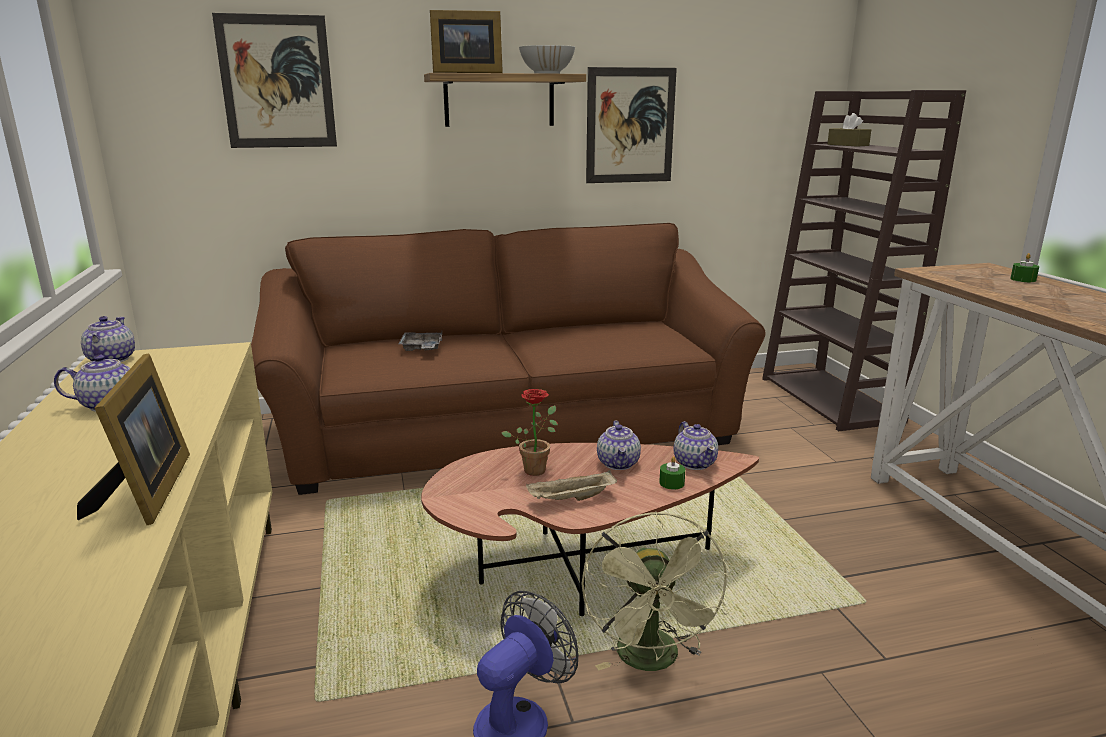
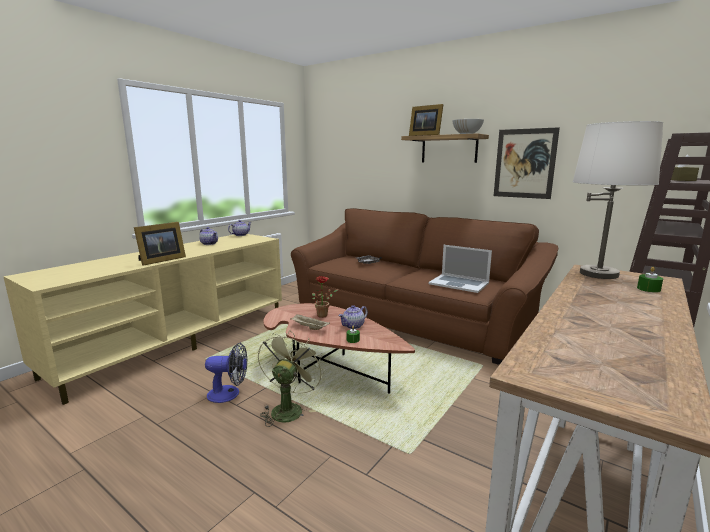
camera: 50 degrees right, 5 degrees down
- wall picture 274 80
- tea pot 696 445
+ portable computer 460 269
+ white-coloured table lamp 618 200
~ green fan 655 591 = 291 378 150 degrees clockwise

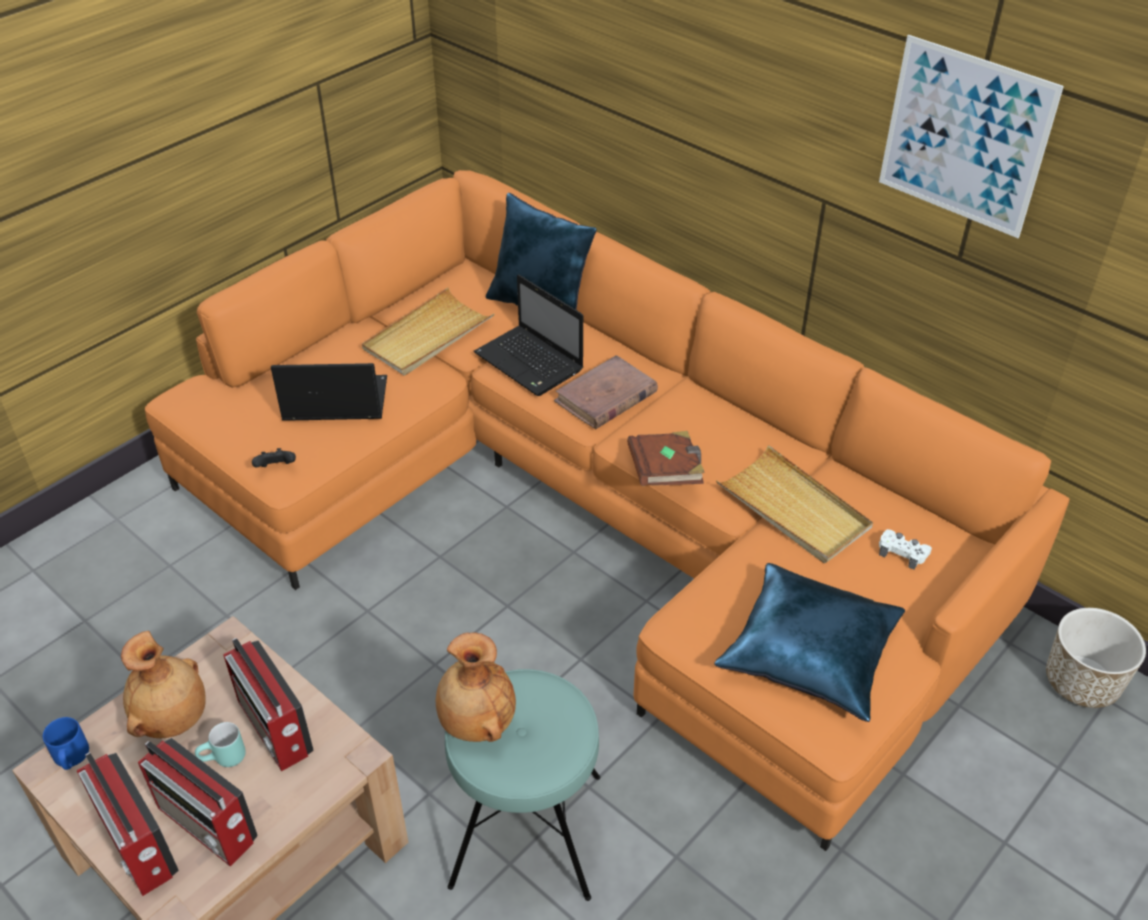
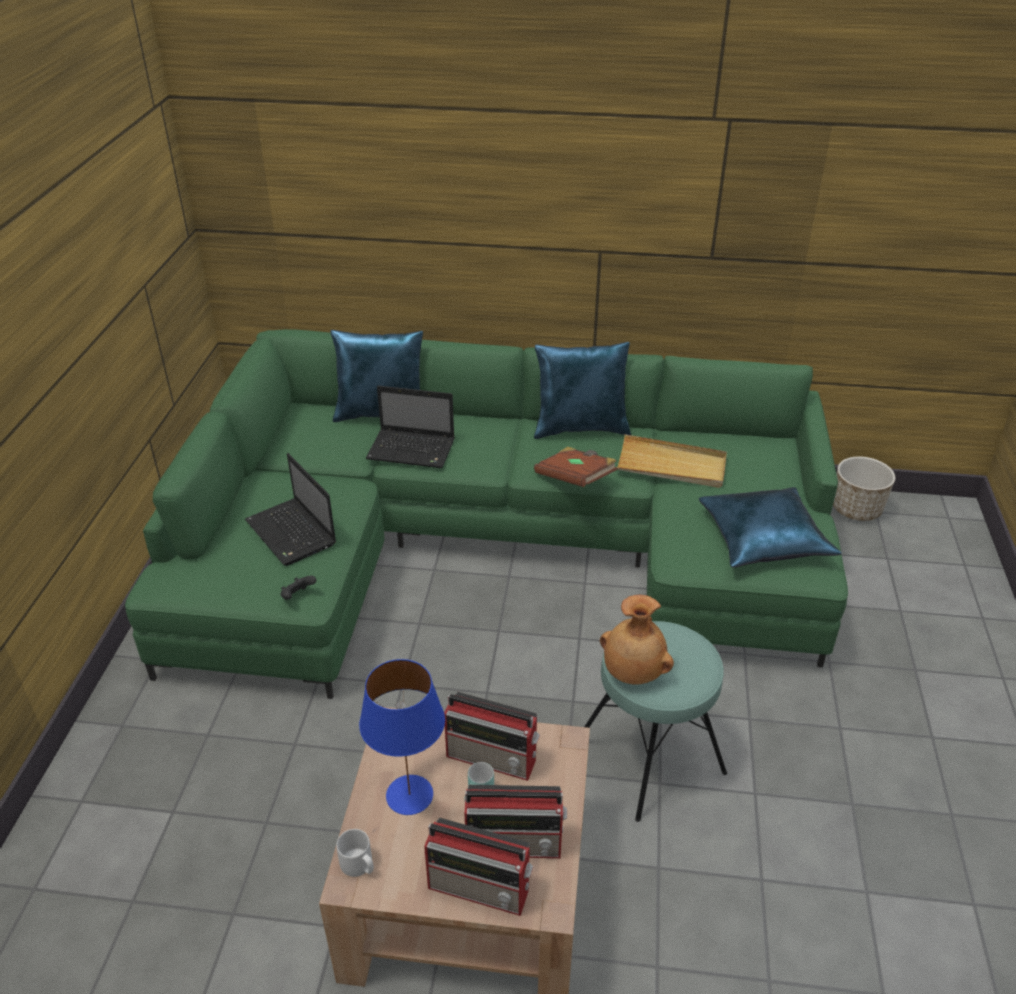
camera: 35 degrees left, 5 degrees down
- sand-coloured carrying tray 428 331
- brown book 606 392
- wall picture 971 136
- white-coloured joypad 905 549
+ bluish cushion 582 390
~ brown decorative vase 163 684 to bluish table lamp 402 737
~ bluish coffee mug 66 743 to greyish coffee mug 355 853
~ orangey sofa 607 510 to green sofa 486 514
~ portable computer 329 392 = 290 509 90 degrees counterclockwise

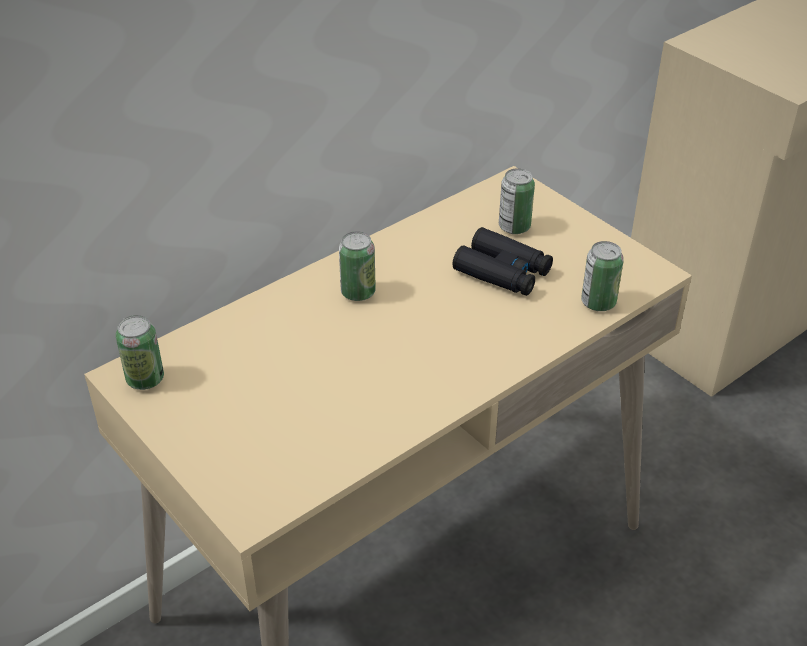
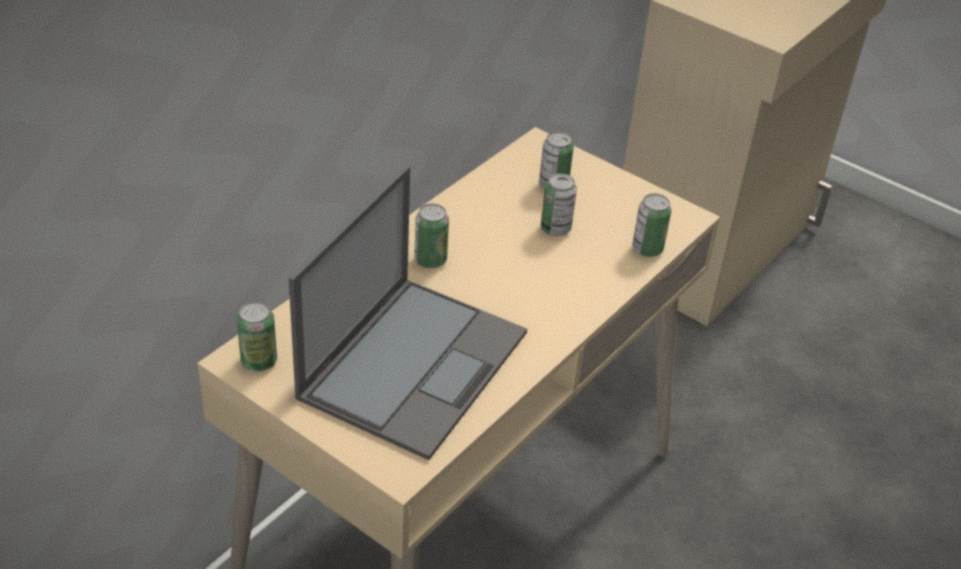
camera: 15 degrees left, 0 degrees up
+ portable computer 408 312
~ black field glasses 502 261 to metal can 559 204

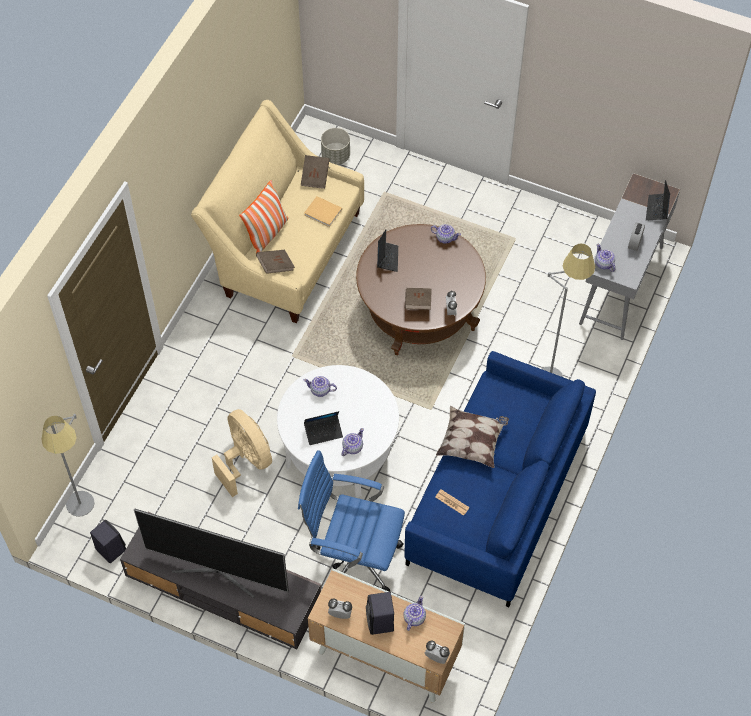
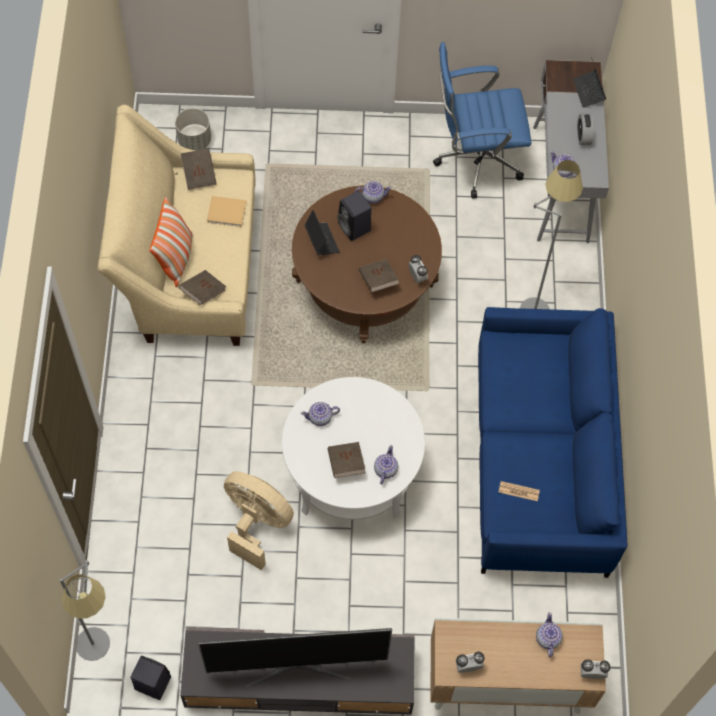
camera: 25 degrees left, 5 degrees up
- cushion 472 437
~ bluish computer chair 351 521 to 482 120
~ black speaker 380 613 to 354 216
~ portable computer 323 428 to brown book 347 460

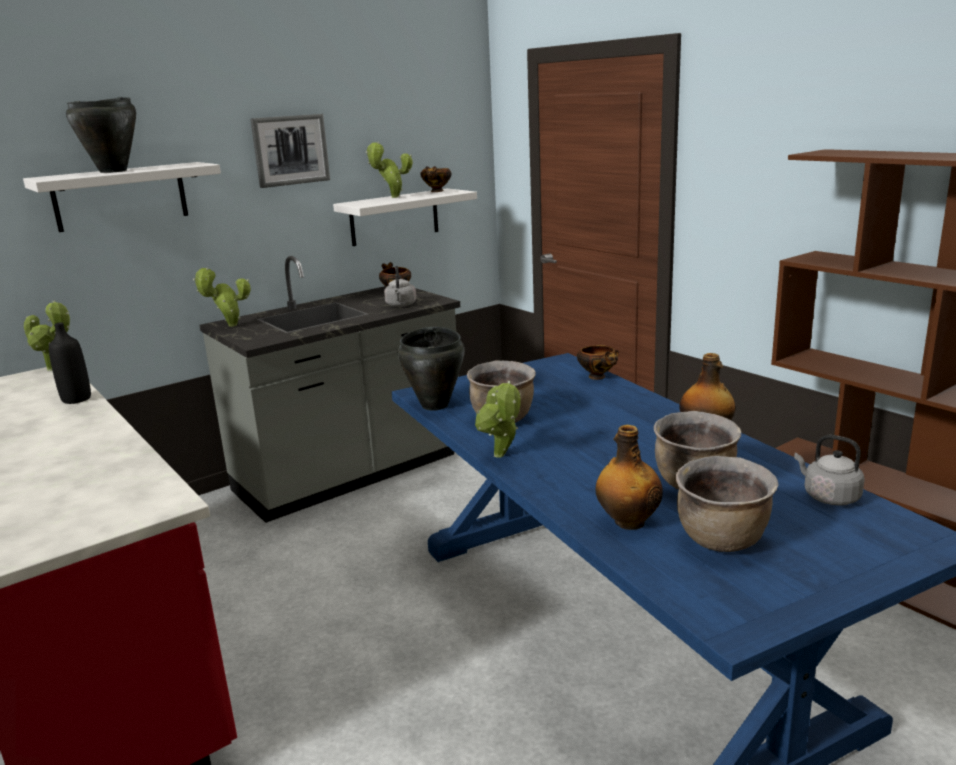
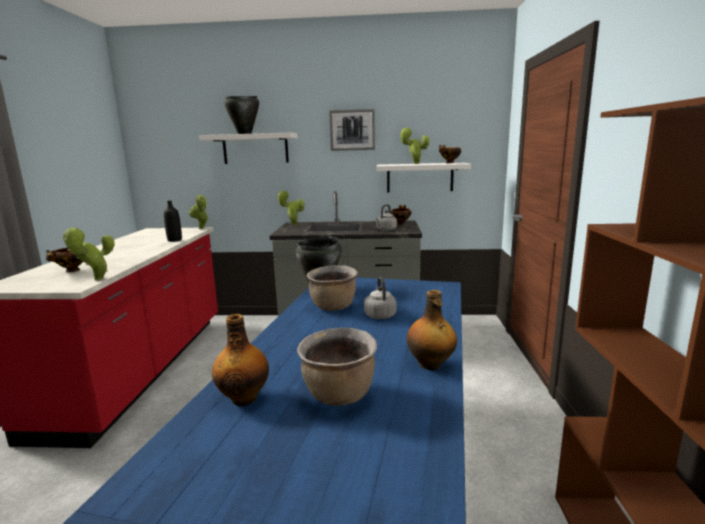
camera: 40 degrees right, 5 degrees down
- brown cooking pot 727 504
~ houseplant 498 419 to 89 253
~ deep dish 598 362 to 64 260
~ greyish kettle 829 470 to 380 298

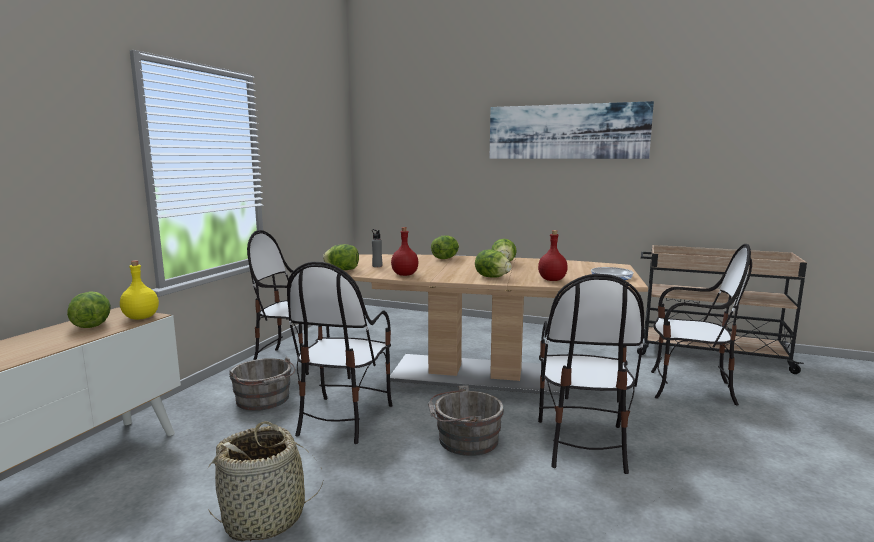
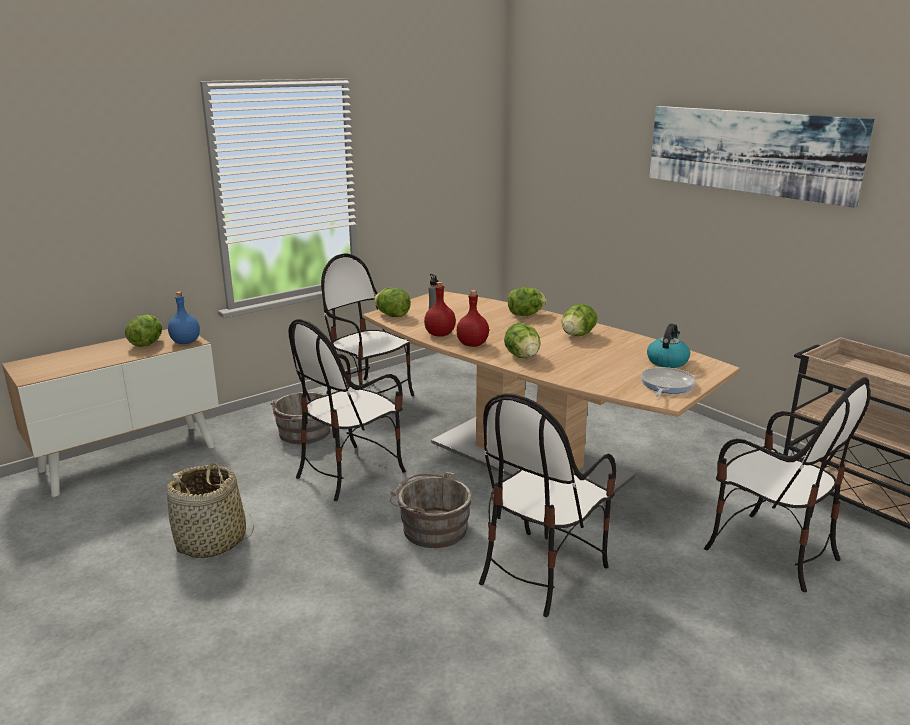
camera: 30 degrees right, 10 degrees up
+ kettle 668 345
~ red-coloured beverage bottle 553 255 to 473 318
~ yellow beverage bottle 139 290 to bluish beverage bottle 184 317

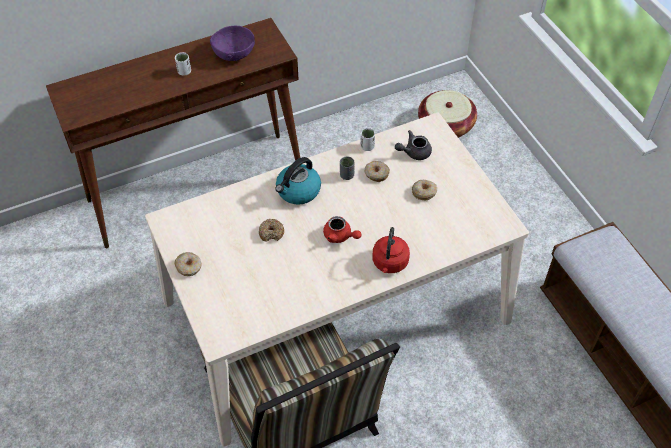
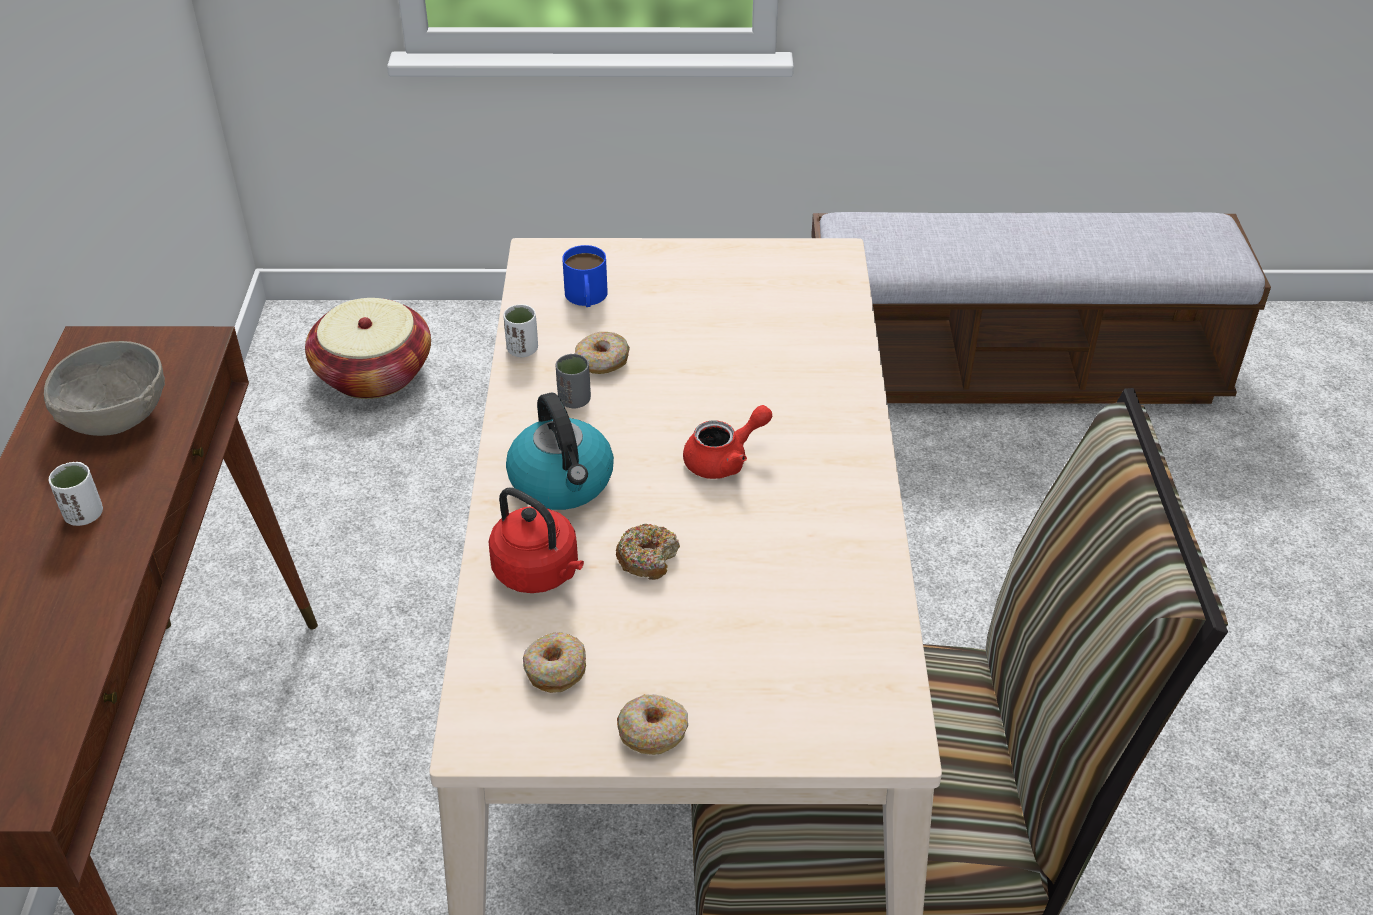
camera: 65 degrees left, 10 degrees down
~ red-coloured kettle 391 250 to 536 540
~ doughnut 424 190 to 554 662
~ greyish tea pot 413 145 to bluish coffee mug 585 276
~ purple-coloured deep dish 232 43 to greyish deep dish 104 388

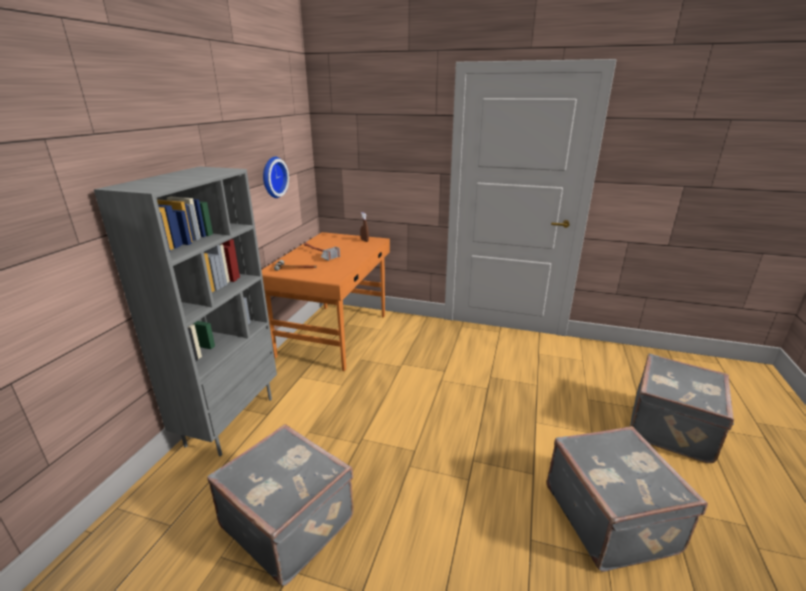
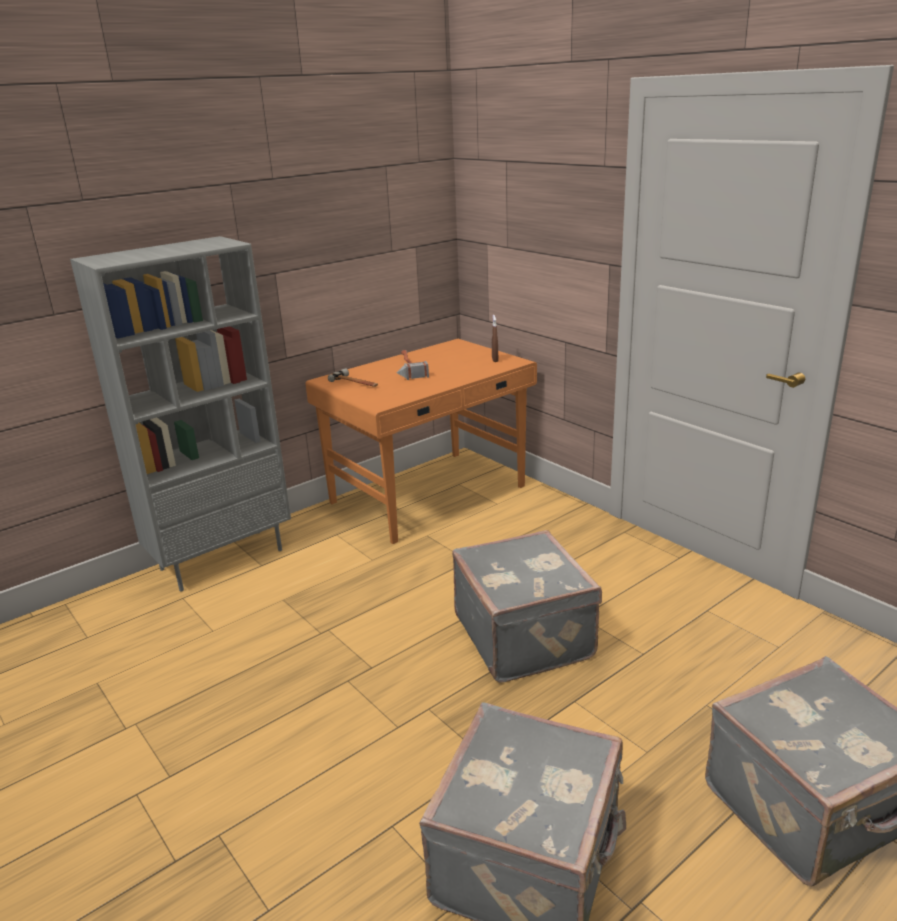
camera: 35 degrees right, 0 degrees up
- clock on the wall 276 177
~ greyish suitcase 280 505 to 527 606

